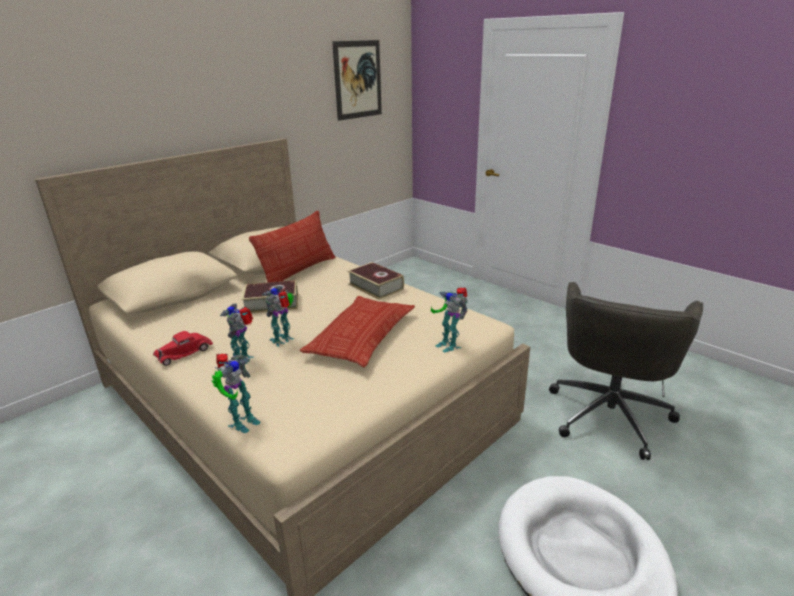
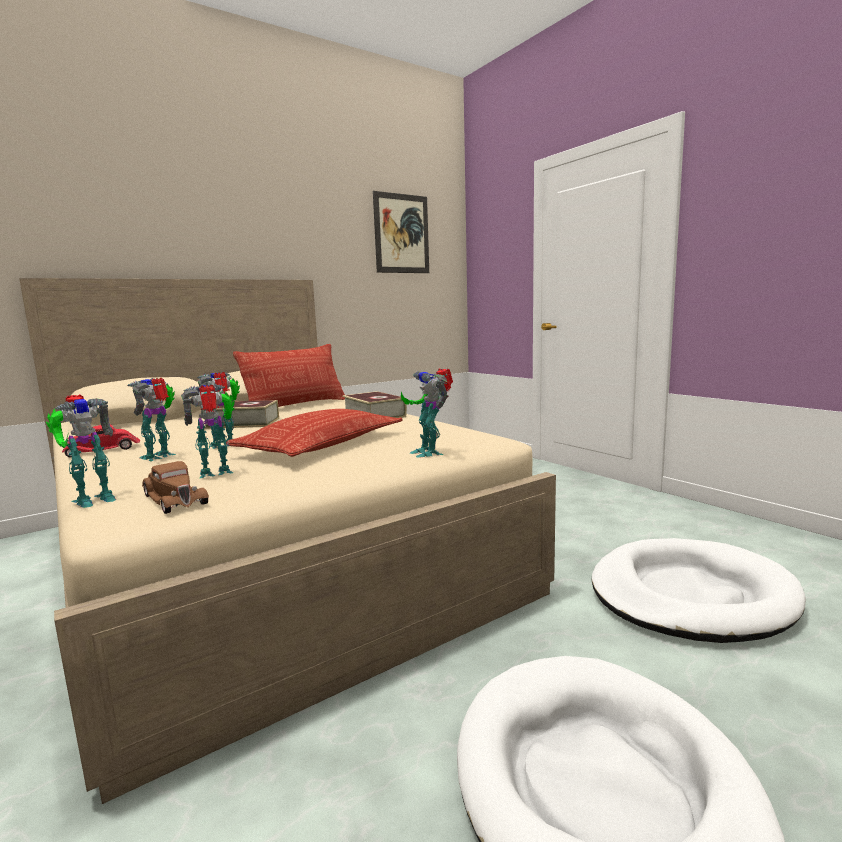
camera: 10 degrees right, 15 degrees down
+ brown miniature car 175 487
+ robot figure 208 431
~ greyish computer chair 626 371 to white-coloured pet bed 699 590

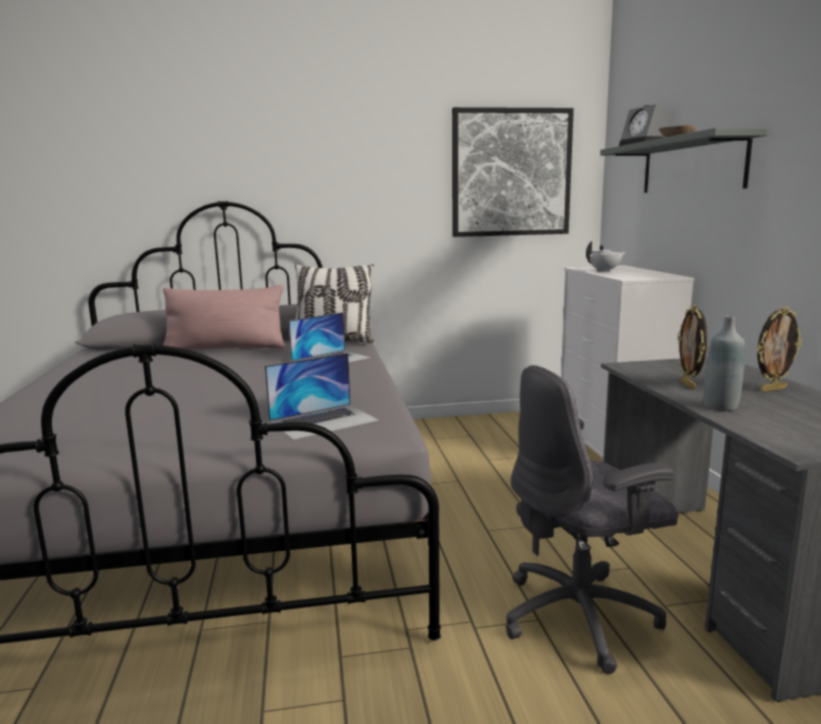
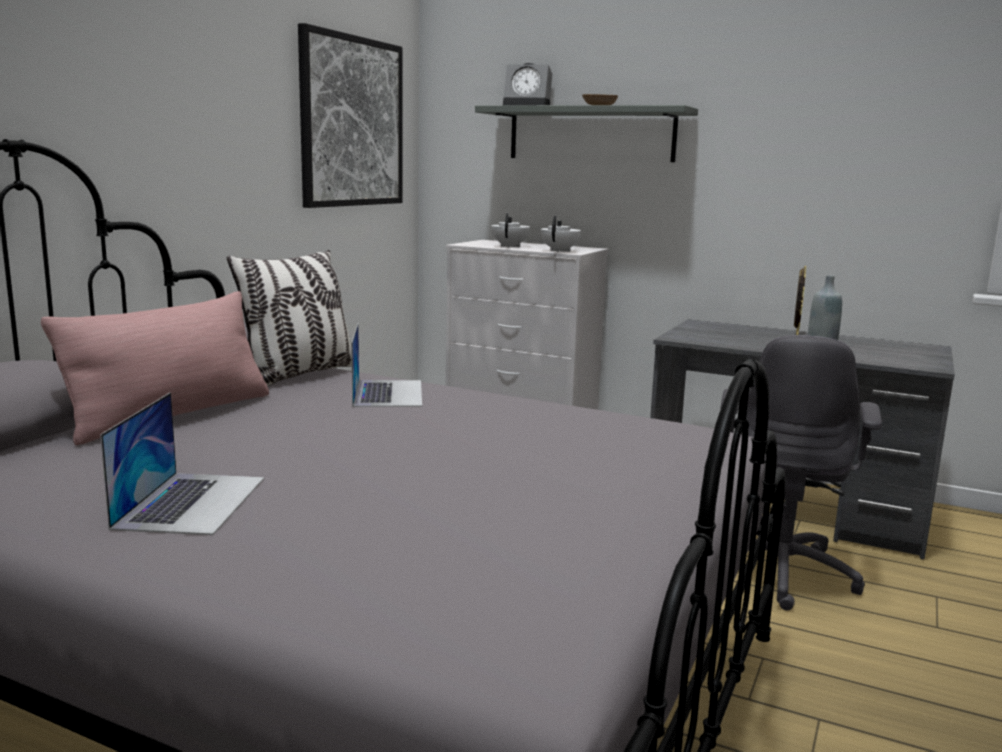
camera: 55 degrees left, 0 degrees up
- picture frame 692 347
+ white-coloured tea pot 561 234
~ portable computer 322 396 to 182 464

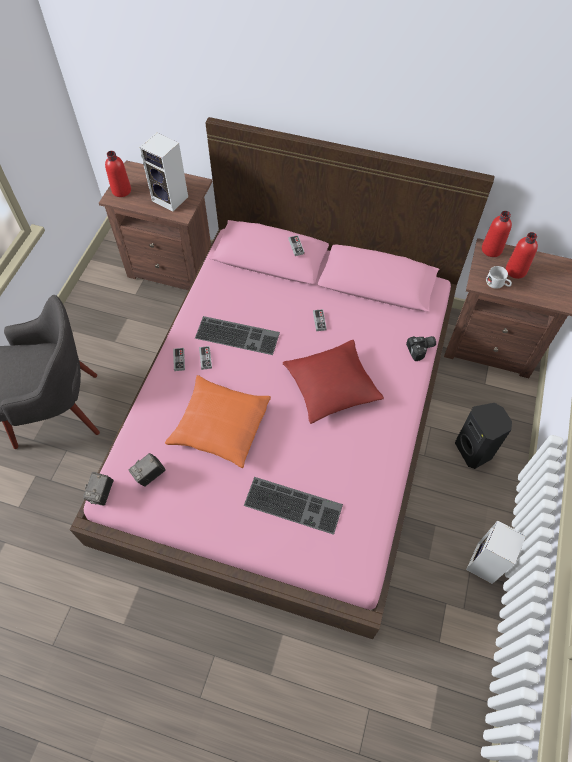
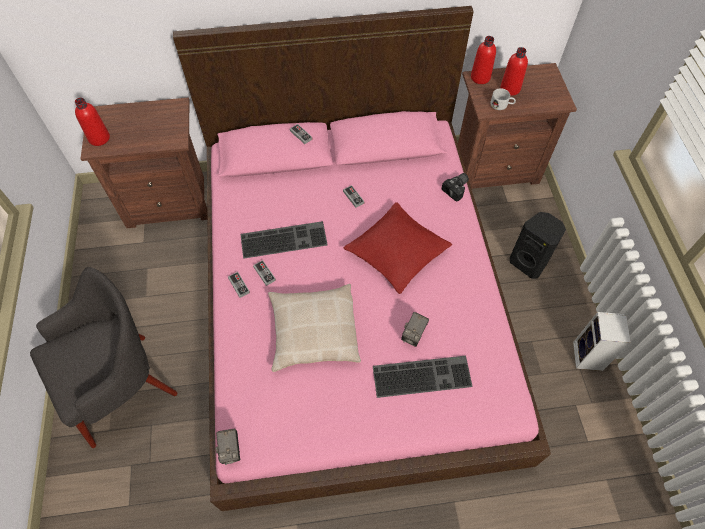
camera: 25 degrees left, 0 degrees up
- speaker 163 172
~ photo camera 147 470 to 415 329
~ orangey cushion 218 421 to sand-coloured cushion 314 328

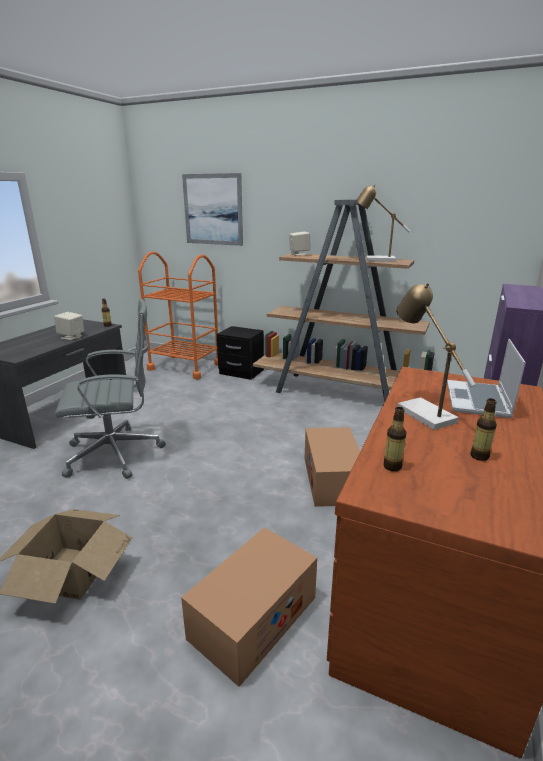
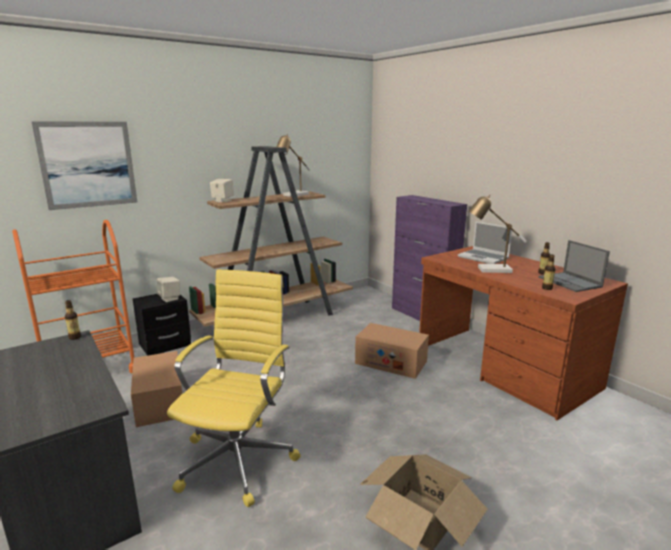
camera: 60 degrees left, 5 degrees down
+ portable computer 574 266
~ sand-coloured speaker 69 326 to 168 289
~ packing box 249 607 to 156 389
~ greyish computer chair 110 388 to yellow computer chair 233 388

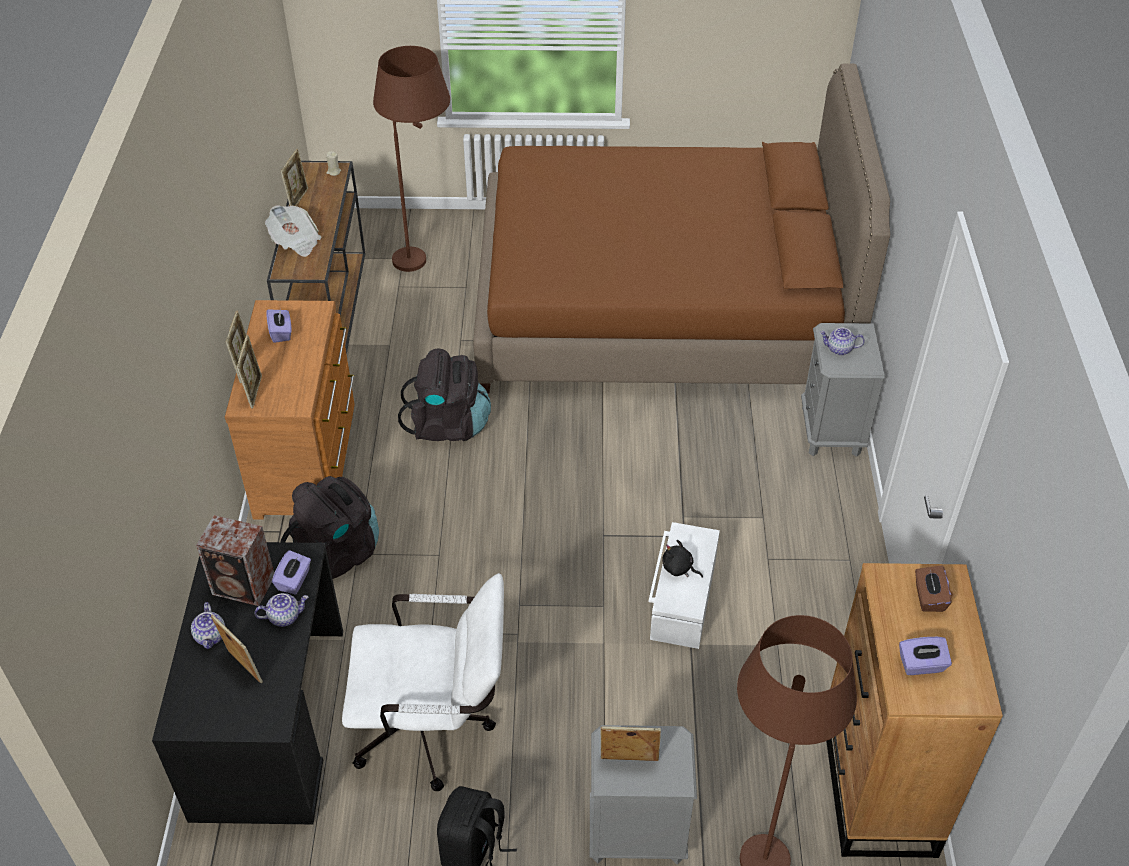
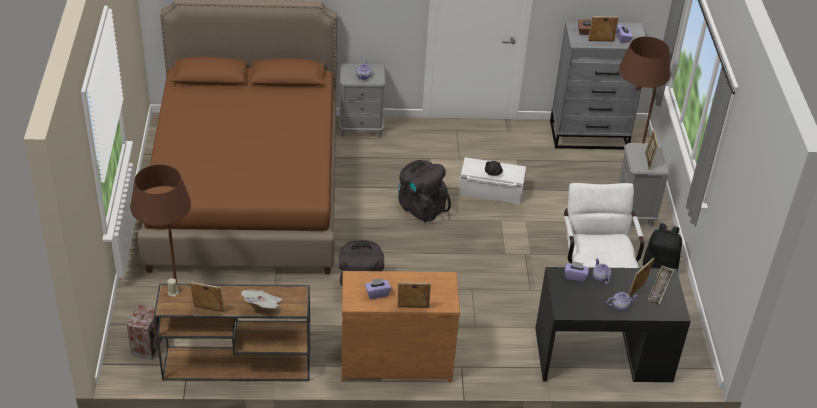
camera: 95 degrees left, 5 degrees down
+ carrying tray 661 285
~ speaker 235 560 to 145 332
~ picture frame 249 372 to 603 29
~ black rucksack 330 527 to 424 191
~ brown chest of drawers 914 710 to greyish chest of drawers 598 85

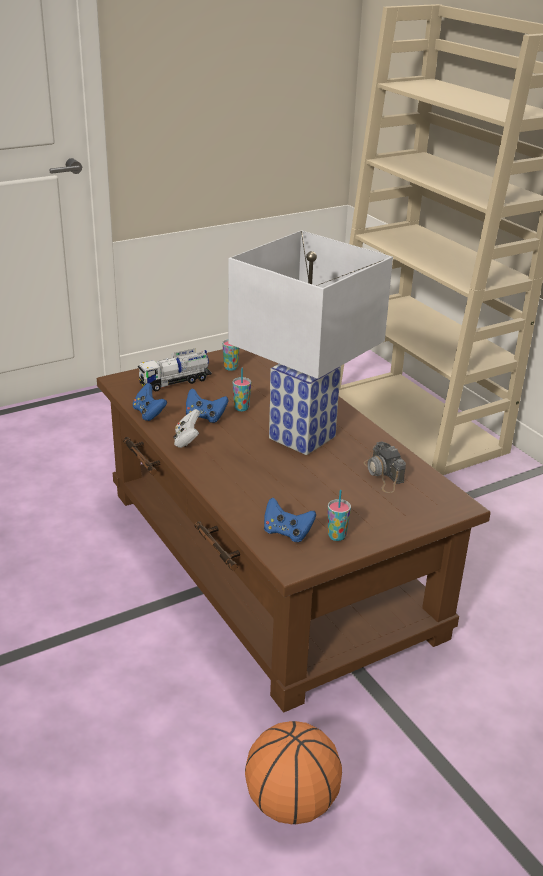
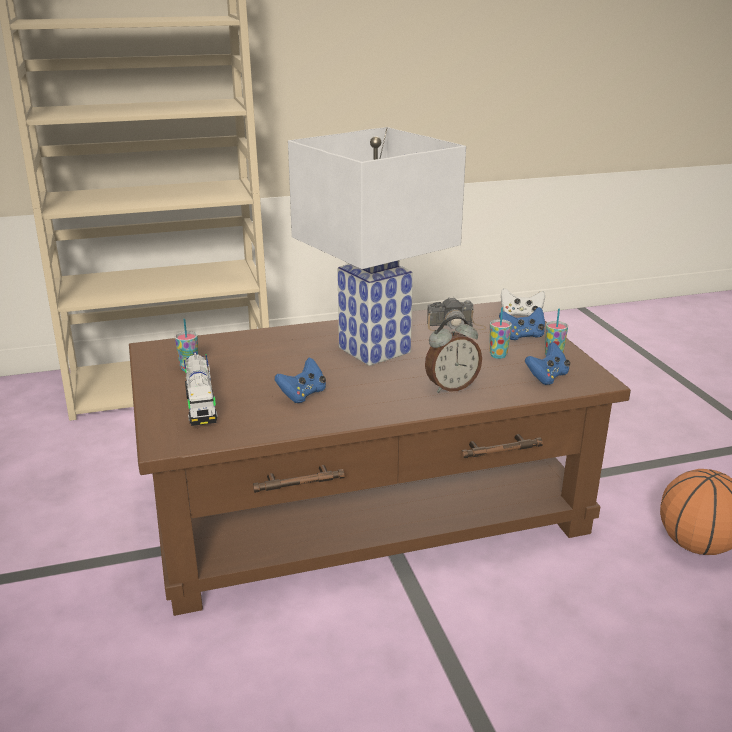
camera: 75 degrees left, 5 degrees down
+ table clock 453 354
~ bluish joypad 150 402 to 522 323
~ white-coloured joypad 186 428 to 523 302
~ drinking cup 242 389 to 501 333

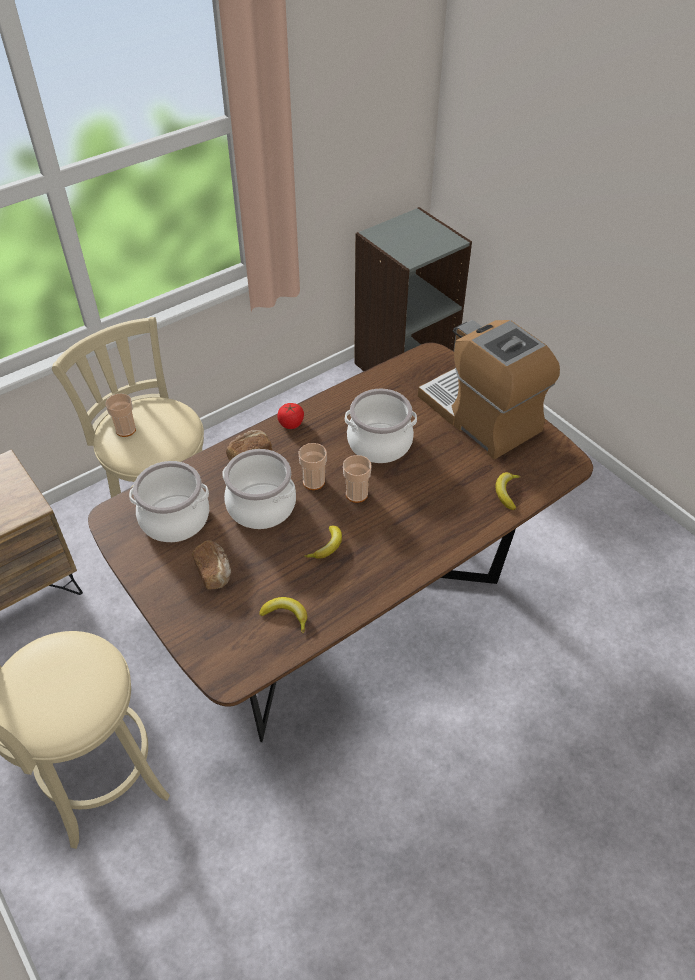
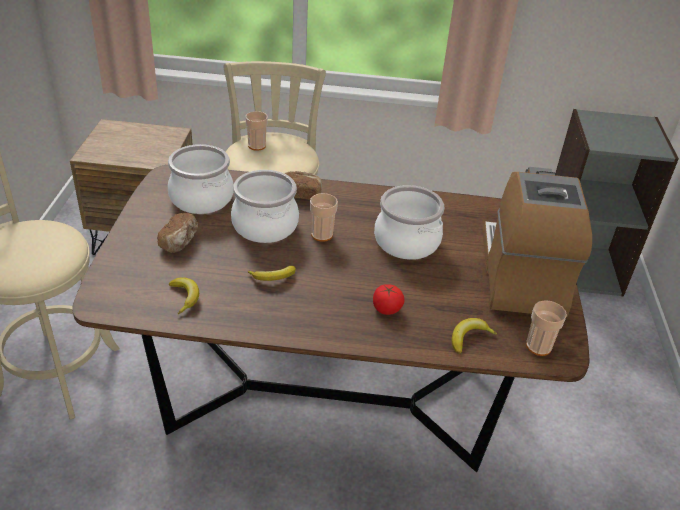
camera: 40 degrees right, 10 degrees down
~ whole tomato 290 416 to 389 299
~ drinking cup 357 479 to 546 328

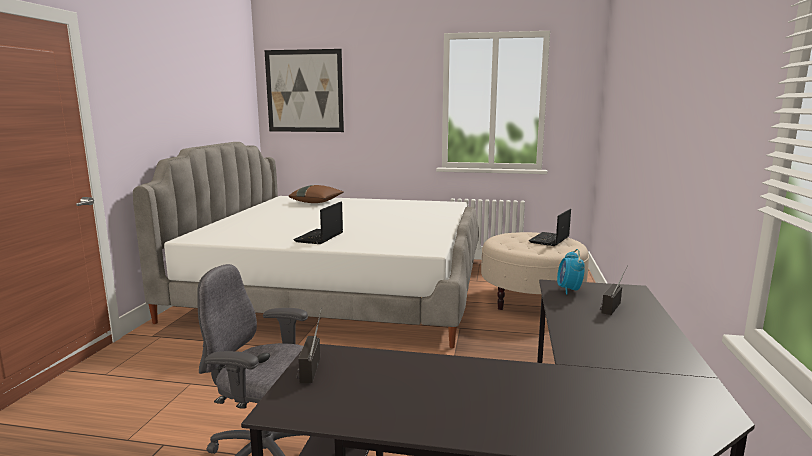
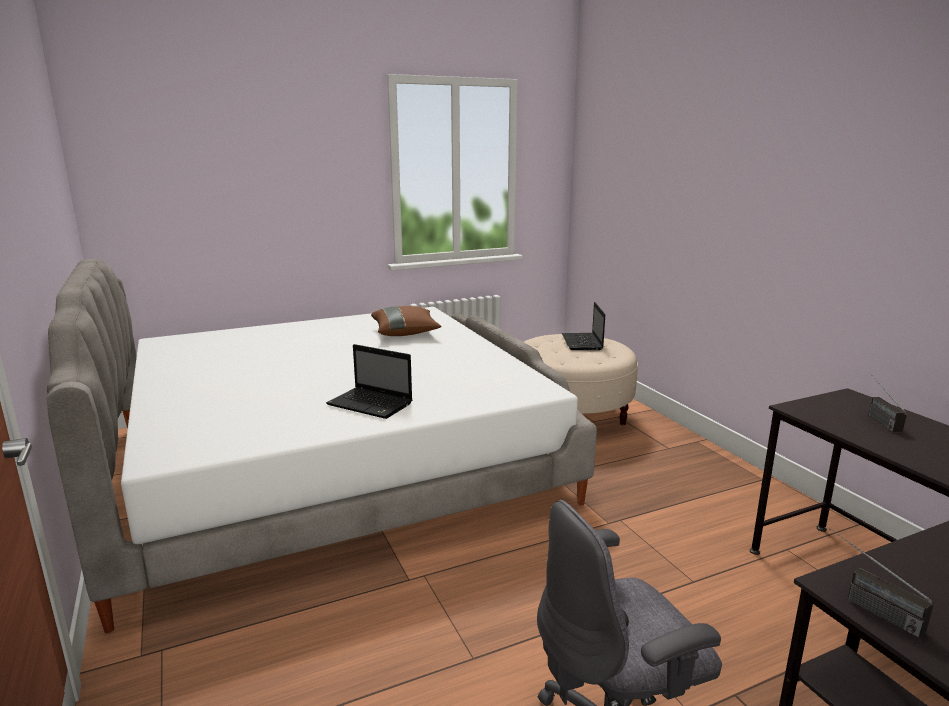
camera: 35 degrees left, 5 degrees up
- wall picture 304 90
- table clock 571 271
~ brown cushion 316 194 to 406 321
~ portable computer 318 222 = 369 381 45 degrees counterclockwise

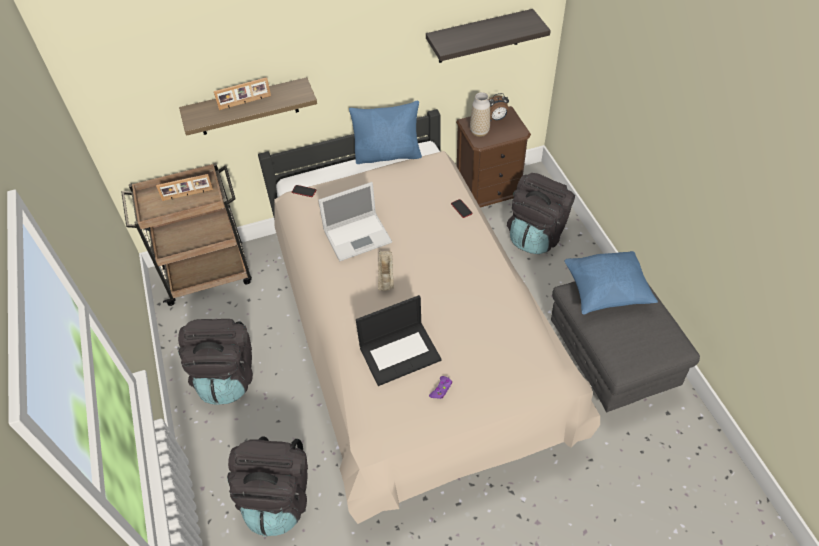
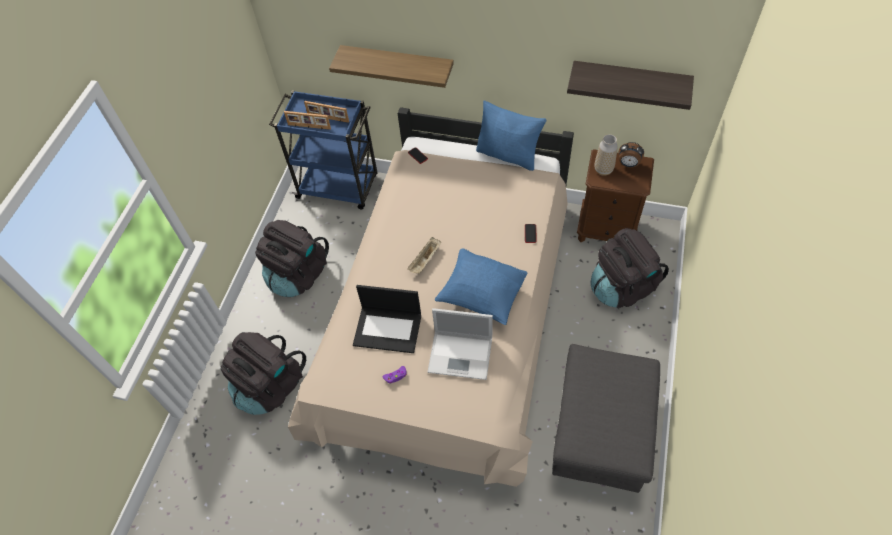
camera: 35 degrees right, 5 degrees up
~ picture frame 242 93 to 307 120
~ portable computer 355 221 to 460 344
~ bluish cushion 611 282 to 480 286
~ brown trolley 186 234 to bluish trolley 323 149

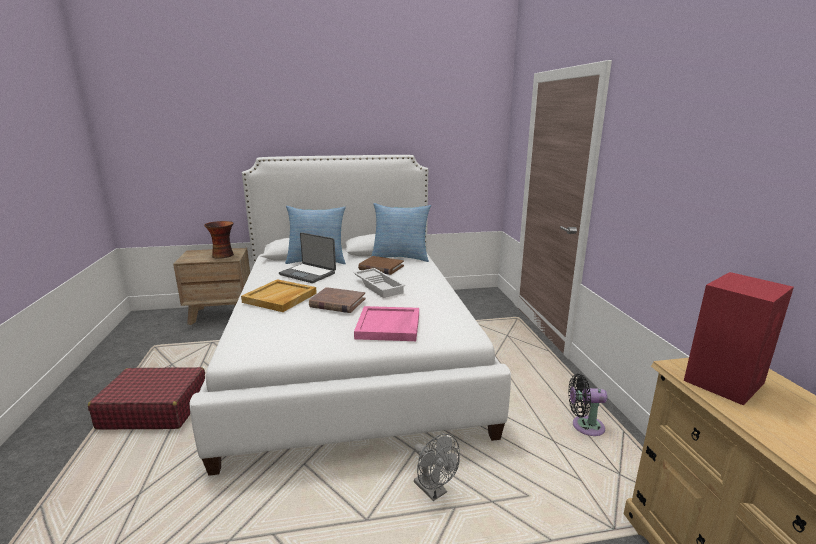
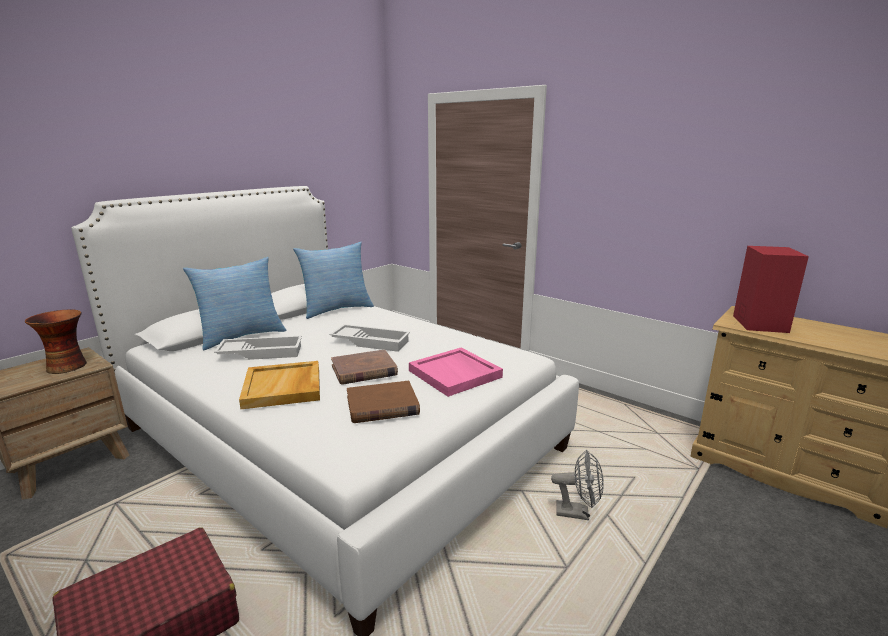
camera: 40 degrees left, 0 degrees up
- black fan 587 405
~ brown book 381 265 to 383 402
~ portable computer 307 257 to white-coloured carrying tray 258 348

